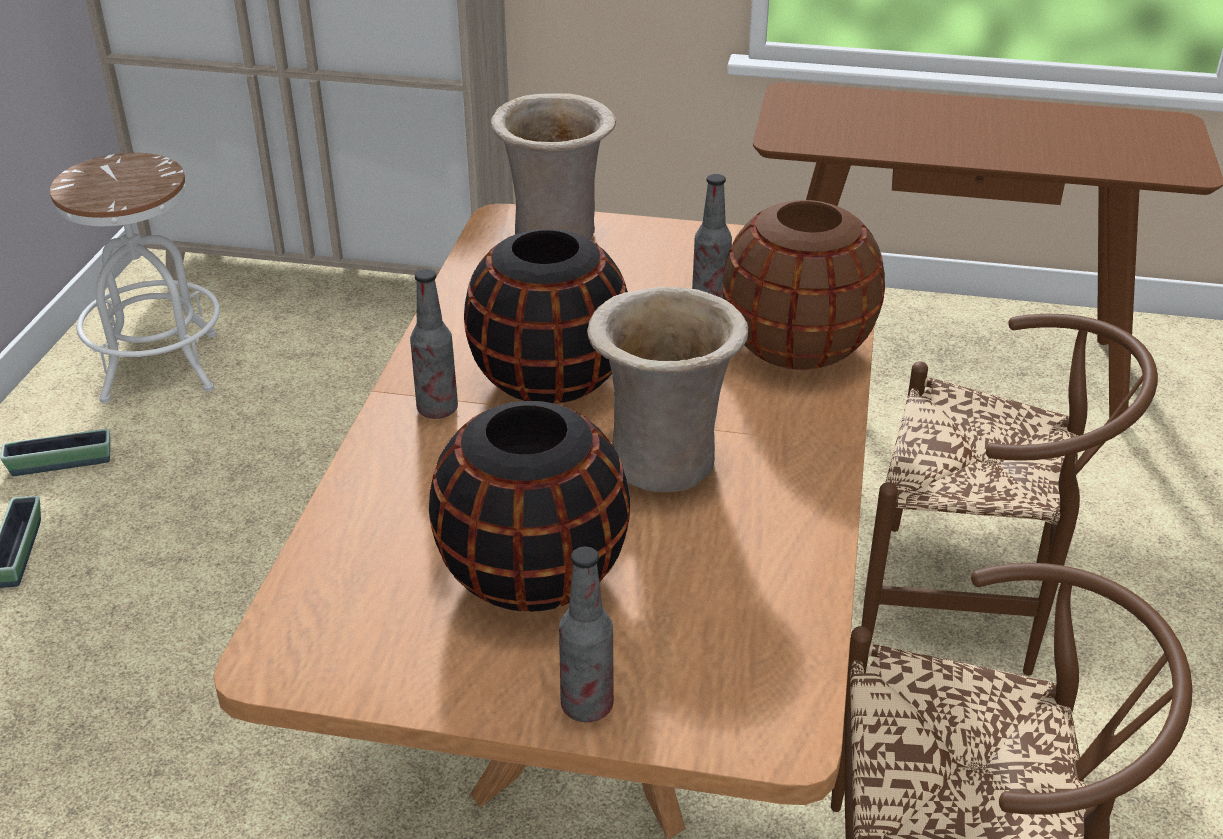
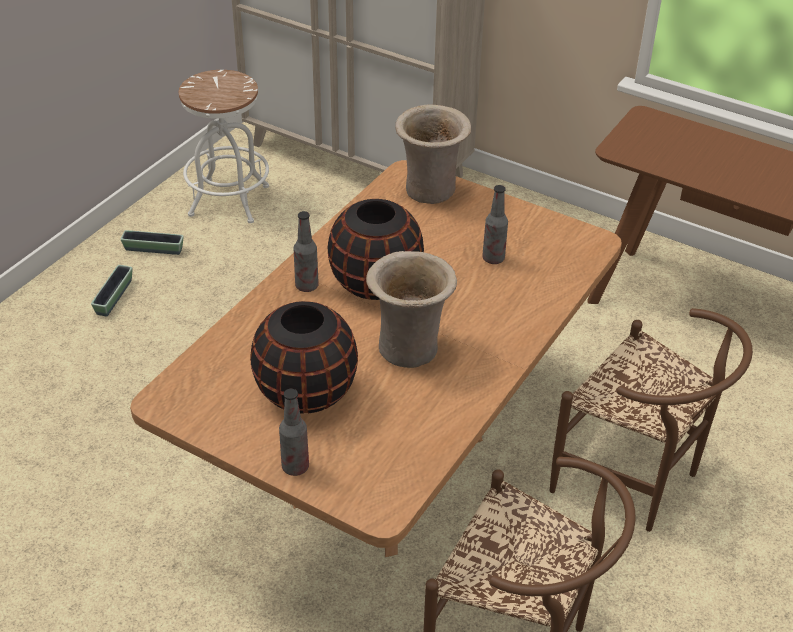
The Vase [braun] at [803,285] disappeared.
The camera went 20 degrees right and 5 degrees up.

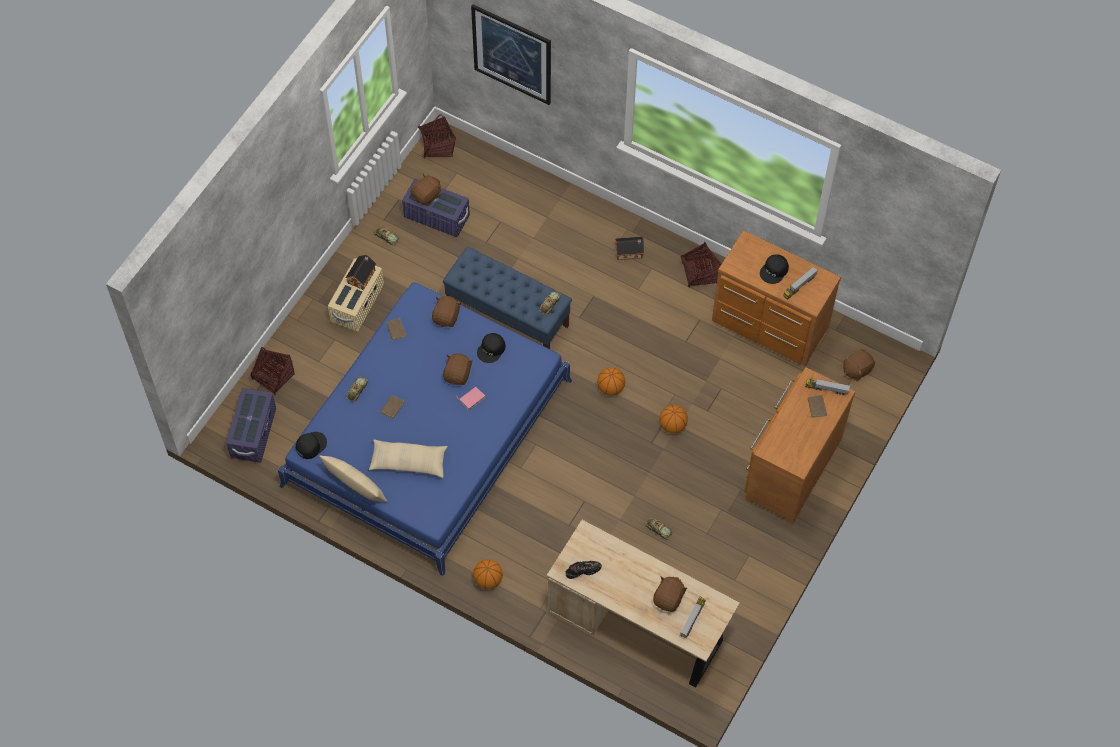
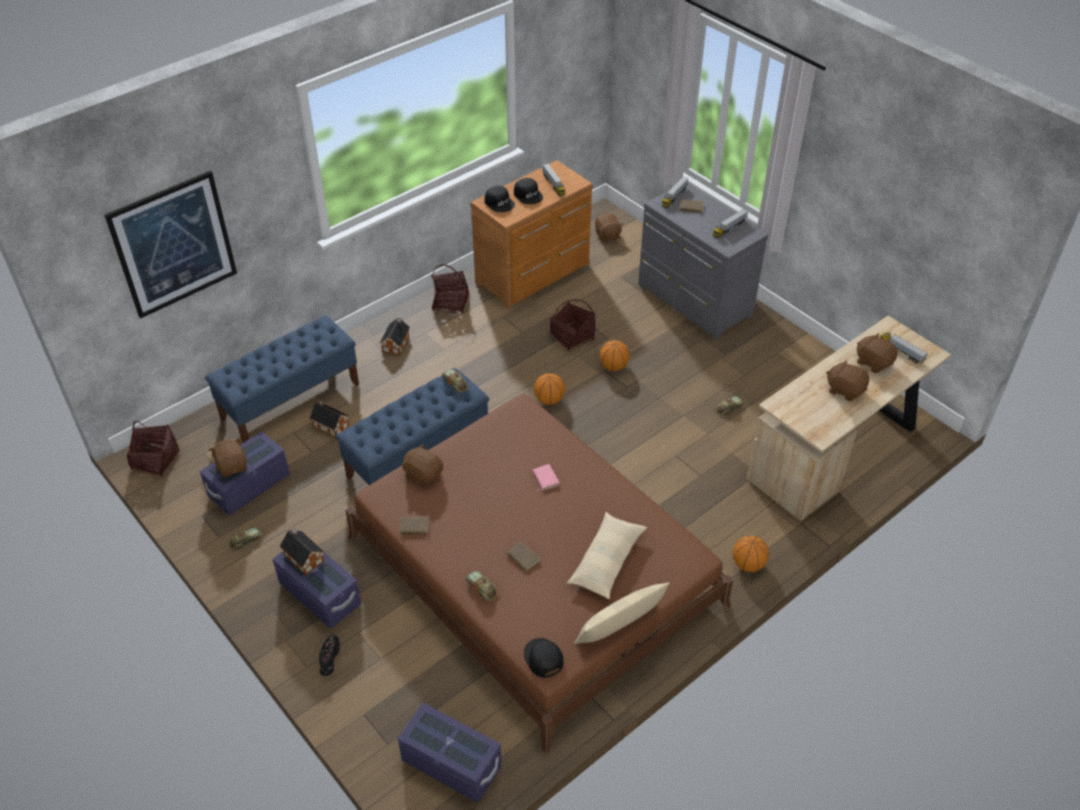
The Bank [blau] at [282,379] appeared.
The Aufbewahrungsbox [beige] at [356,295] became the Aufbewahrungsbox [lila] at [317,590].
The Spielzeughaus at [329,419] appeared.
The Schuh [schwarz] moved from [583,570] to [329,655].
The Bett [blau] at [425,429] became the Bett [braun] at [540,573].
The Kappe [schwarz] moved from [491,348] to [500,199].
The Korb moved from [273,371] to [572,325].
The Kommode [braun] at [800,445] became the Kommode [grau] at [703,262].
The Spielzeuglaster at [730,223] appeared.
The Plüschtier [braun] moved from [458,369] to [847,380].
The camera went 70 degrees left and 15 degrees down.

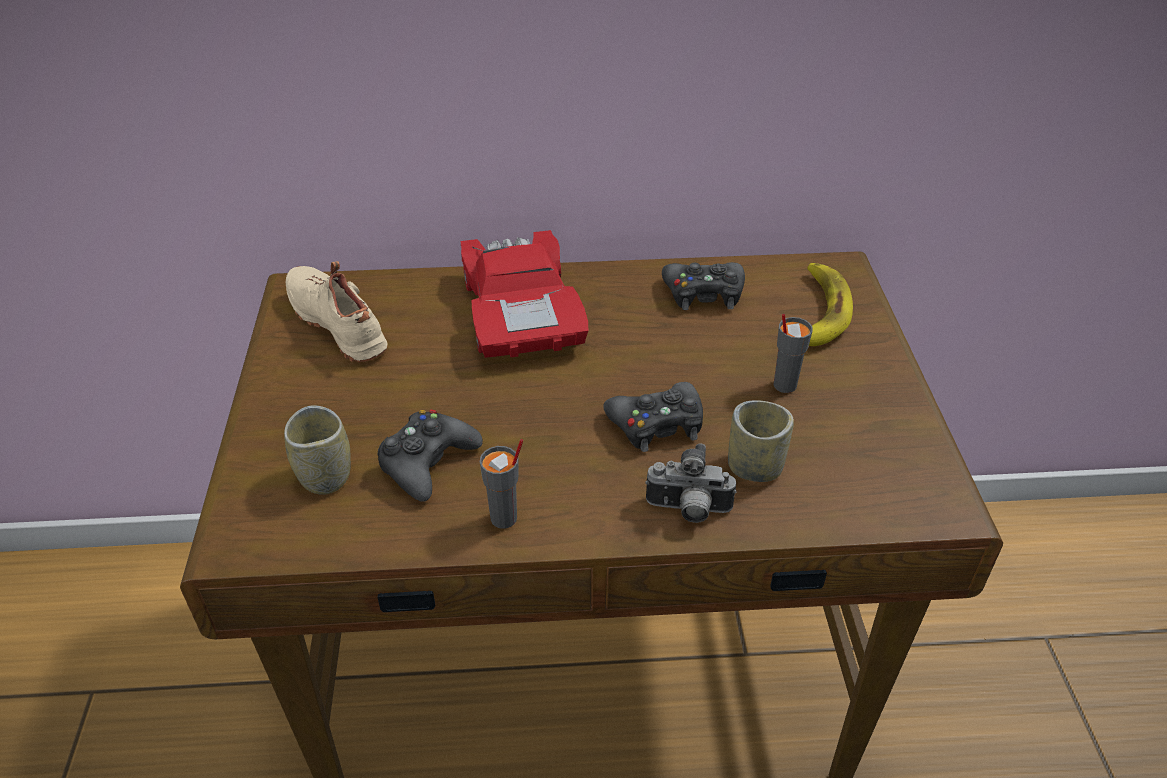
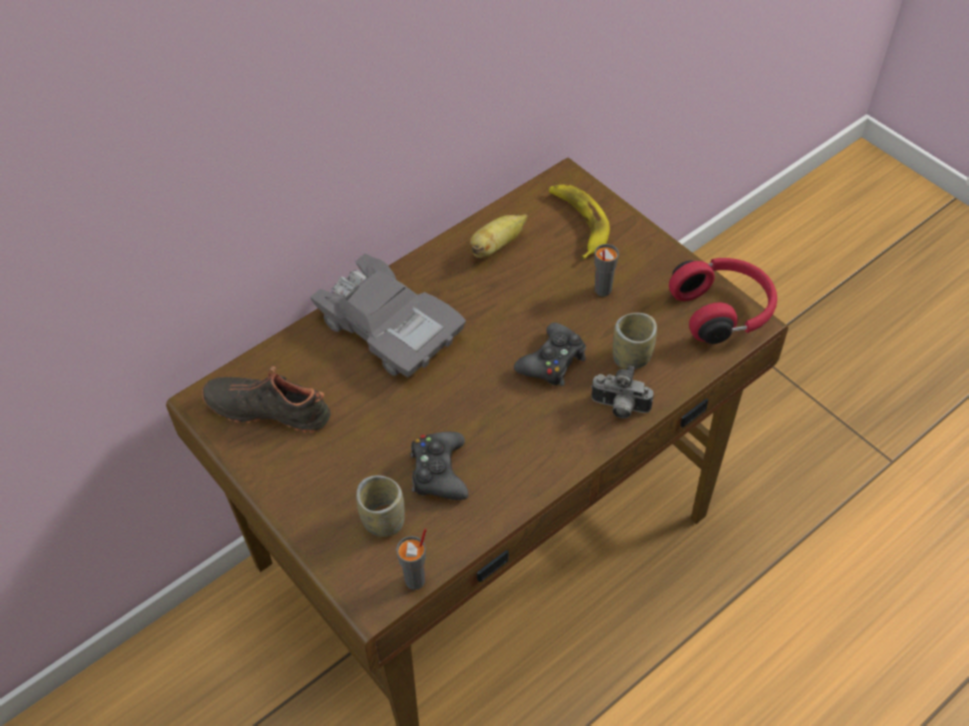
The Schuh [beige] at [336,311] became the Schuh [schwarz] at [266,399].
The Spielzeugauto [rot] at [524,294] became the Spielzeugauto [grau] at [388,315].
The Tasse [grau] moved from [501,484] to [411,559].
The Gamepad [schwarz] at [703,286] was replaced by the Banane at [499,236].
The Kamera at [691,483] turned 45 degrees clockwise.
The Kopfhörer [rot] at [723,301] appeared.
The camera went 35 degrees left and 10 degrees up.

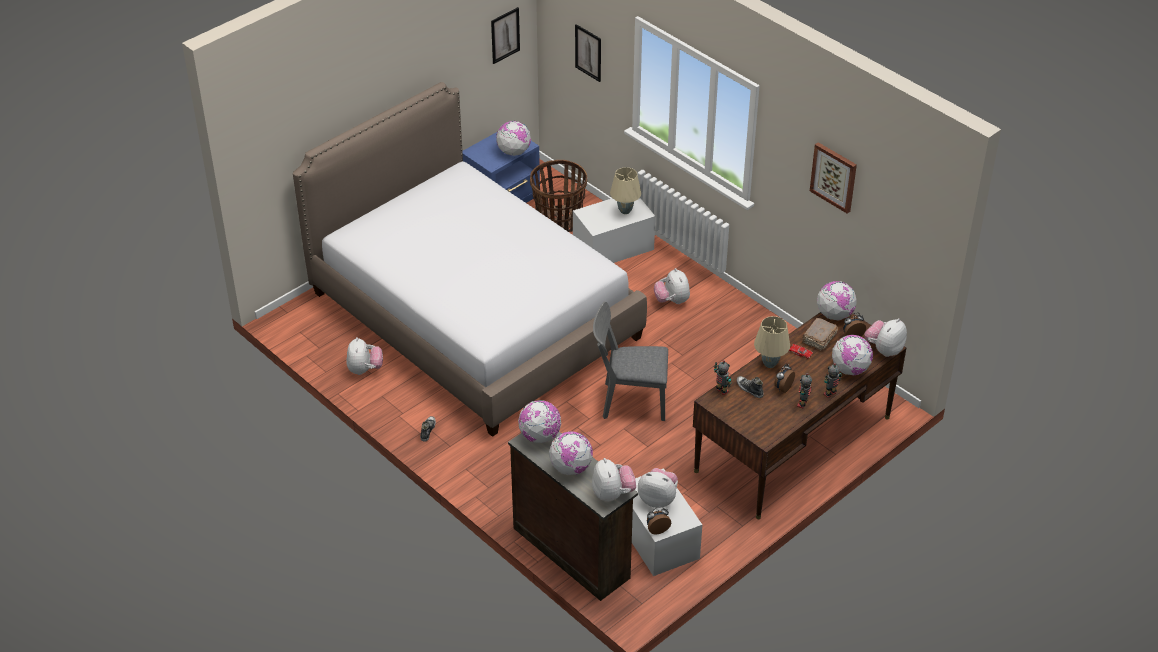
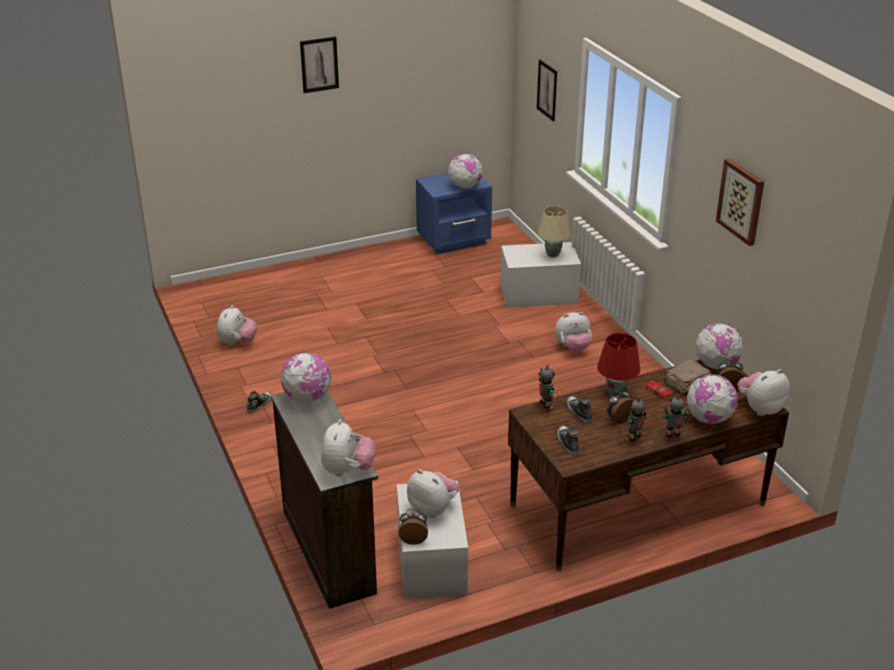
The Bild moved from [505,35] to [319,65].
The Plüschtier at [672,286] turned 105 degrees counterclockwise.
The Schuh at [568,440] appeared.
The Tischlampe [beige] at [772,342] became the Tischlampe [rot] at [618,365].
The Bett at [470,259] disappeared.
The Korb at [558,196] disappeared.
The Globus at [571,453] disappeared.
The Stuhl [grau] at [630,361] disappeared.
The camera went 20 degrees right and 10 degrees down.

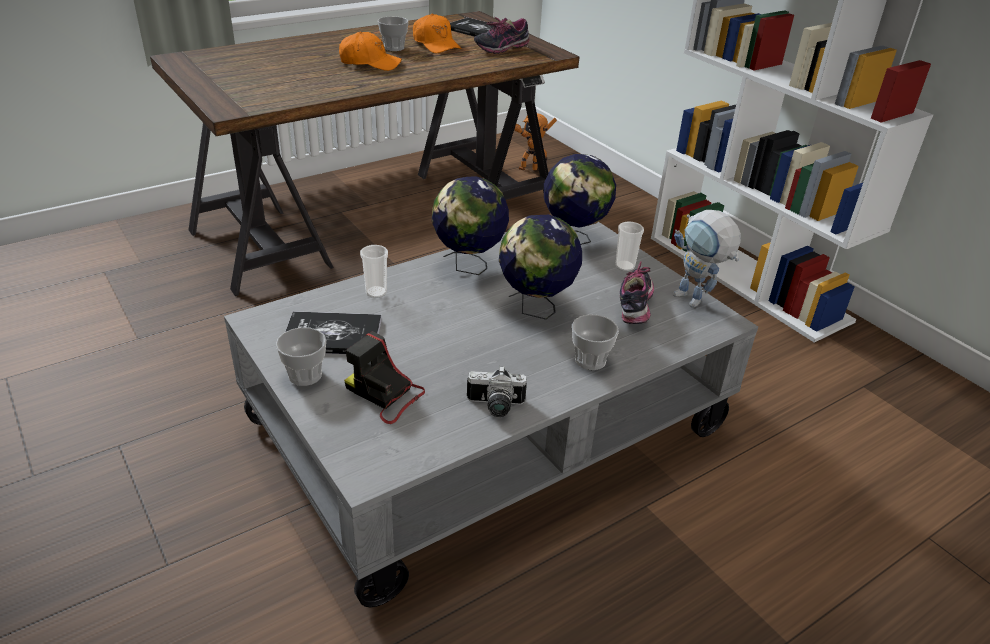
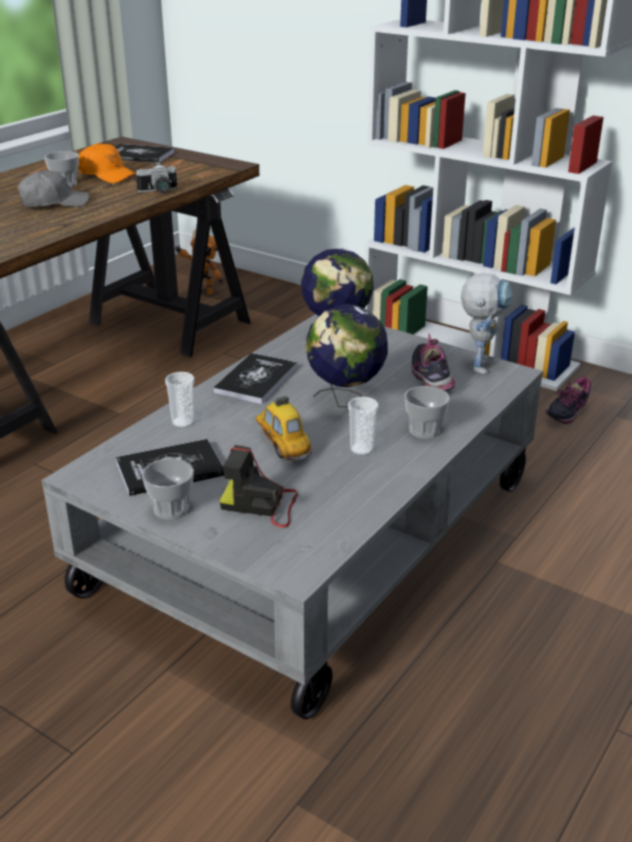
The Kappe [orange] at [370,51] became the Kappe [grau] at [53,188].
The Kamera moved from [497,391] to [156,177].
The Globus at [470,225] was replaced by the Buch at [255,378].
The Spielzeugauto at [283,429] appeared.
The Tasse moved from [629,246] to [363,426].
The Spielzeugroboter at [707,259] turned 105 degrees counterclockwise.
The Schuh moved from [501,35] to [568,400].
The camera went 20 degrees left and 5 degrees down.

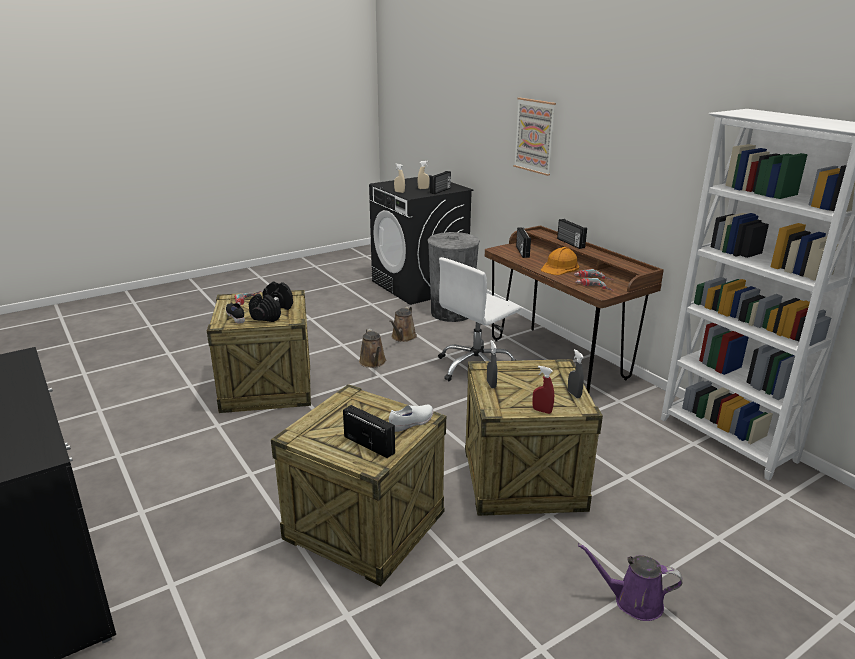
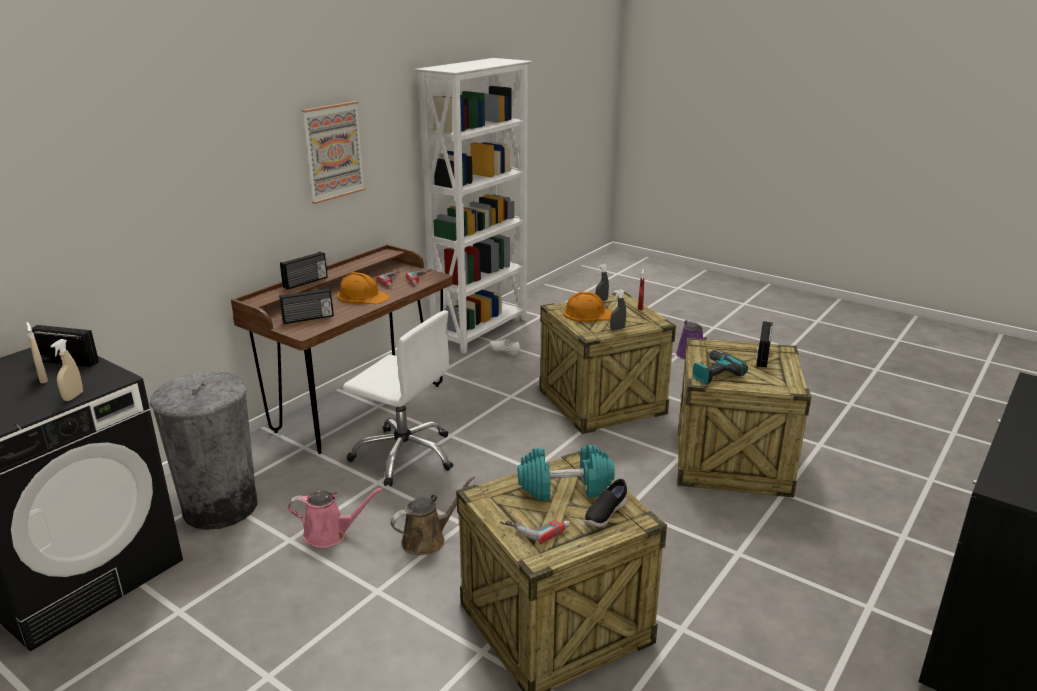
The Gießkanne [braun] at [403,324] became the Gießkanne [rosa] at [335,518].
The Bild moved from [534,137] to [334,152].
The Schuh [weiß] moved from [411,418] to [504,347].
The Hantel [schwarz] at [271,301] became the Hantel [türkis] at [566,472].
The Schutzhelm [orange] at [587,307] appeared.
The Bohrmaschine at [720,367] appeared.
The camera went 110 degrees left and 0 degrees up.

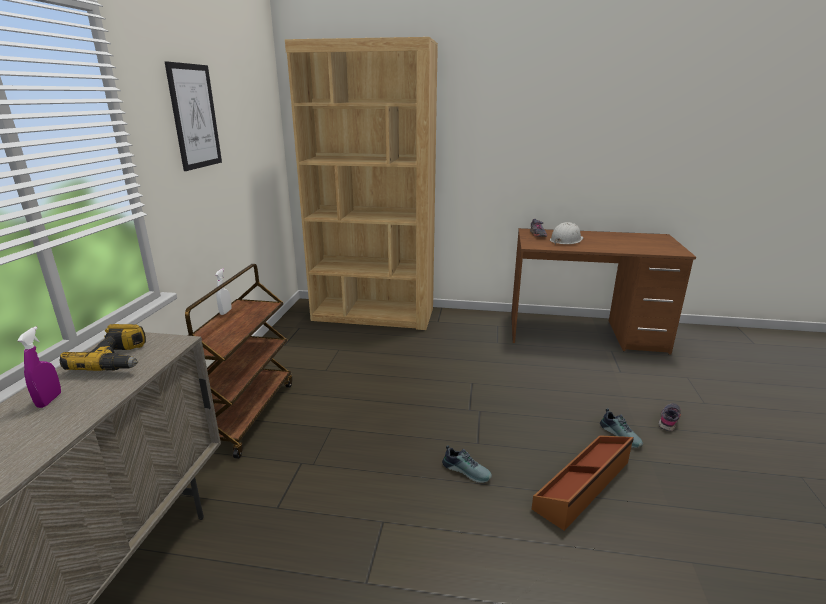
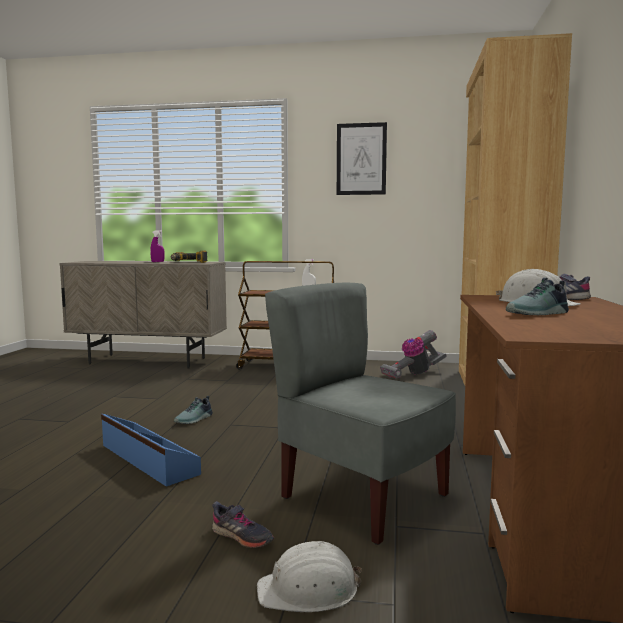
The Aufbewahrungsbox [braun] at [583,483] became the Aufbewahrungsbox [blau] at [151,450].
The Schutzhelm [weiß] at [309,576] appeared.
The Stuhl [grau] at [360,414] appeared.
The Staubsauger at [413,354] appeared.
The Schuh moved from [621,428] to [537,296].
The camera went 90 degrees right and 15 degrees down.

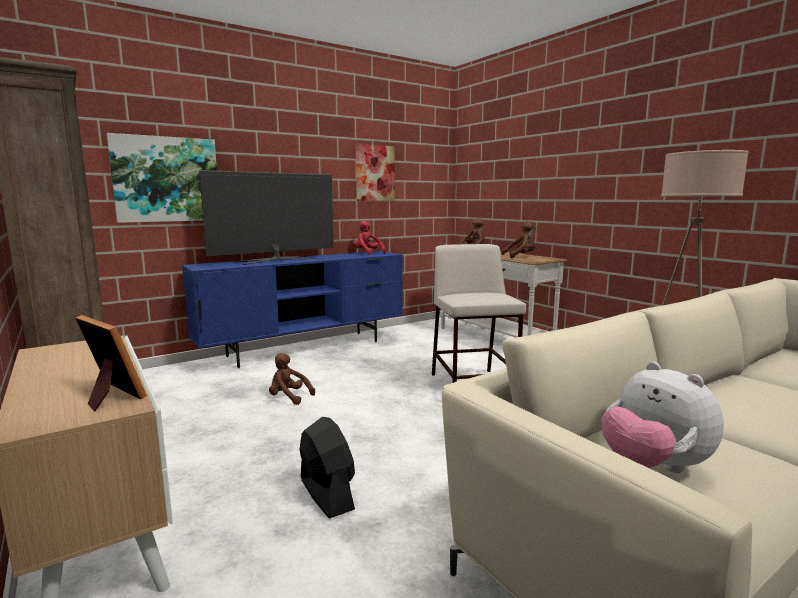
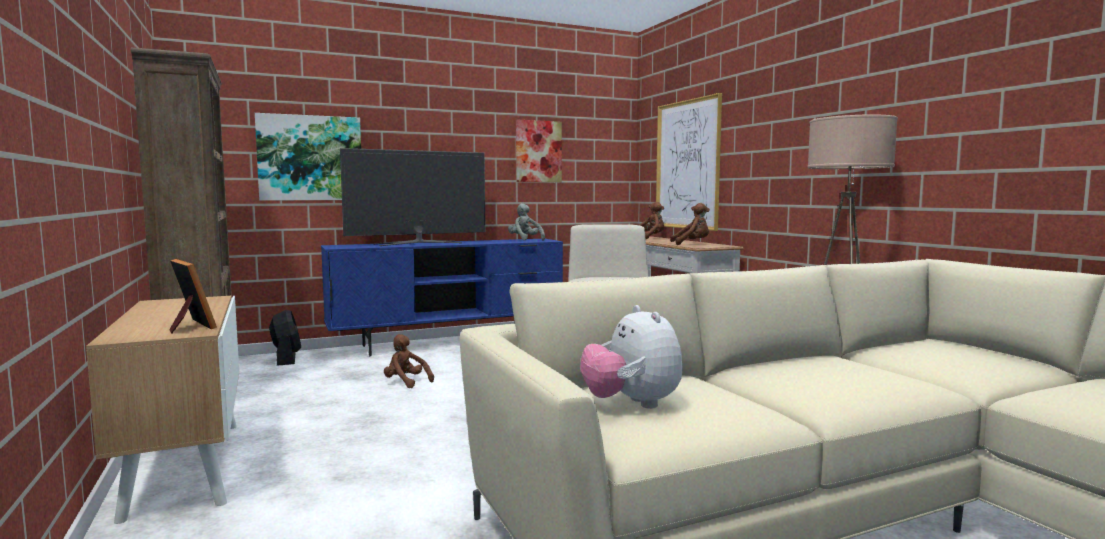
The Ventilator [schwarz] moved from [327,468] to [285,338].
The Plüschtier [rot] at [369,237] became the Plüschtier [grau] at [526,222].
The Bild at [689,162] appeared.
The camera went 10 degrees right and 5 degrees down.

